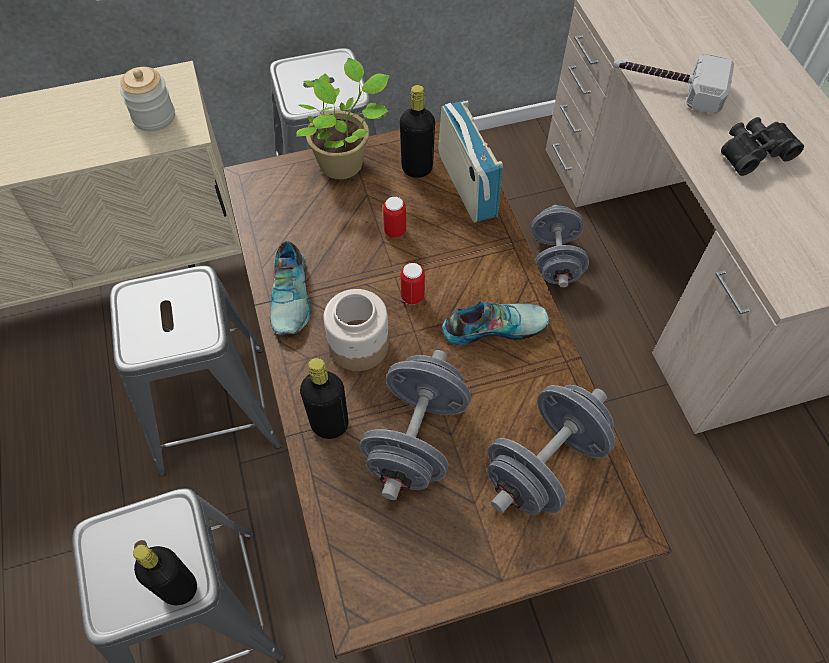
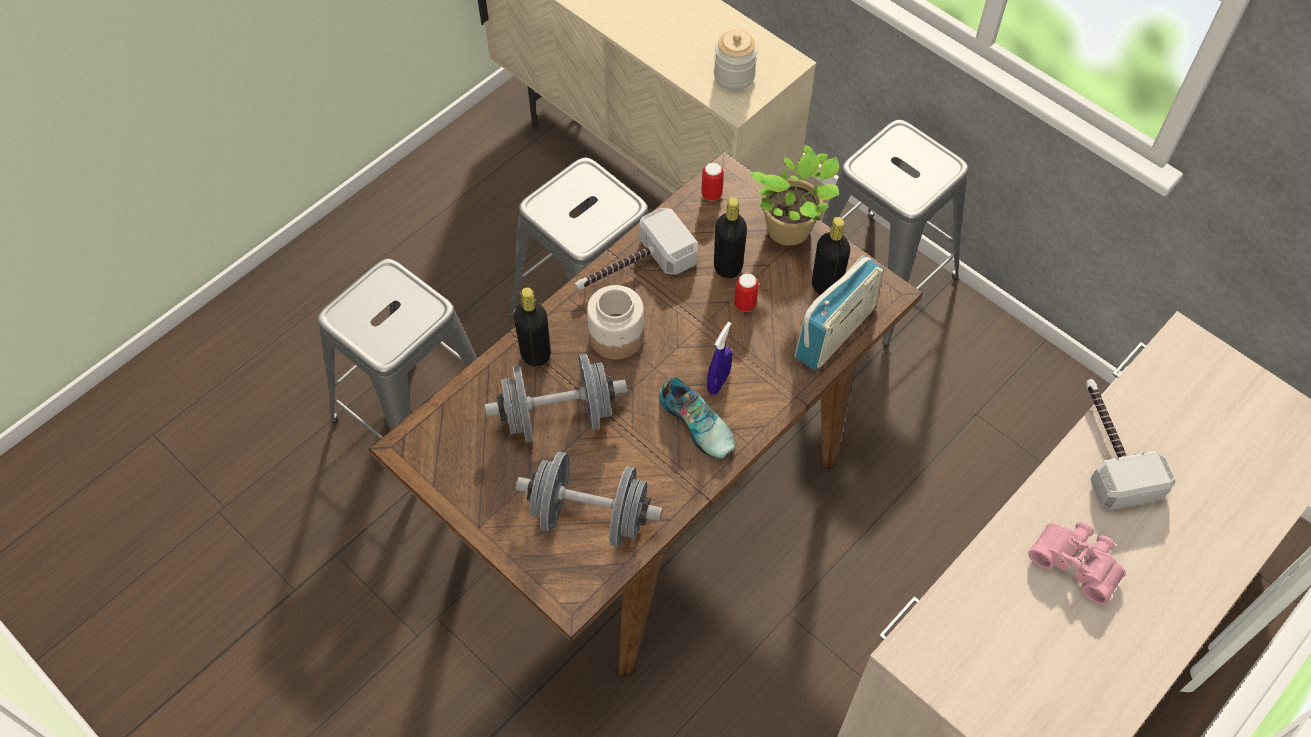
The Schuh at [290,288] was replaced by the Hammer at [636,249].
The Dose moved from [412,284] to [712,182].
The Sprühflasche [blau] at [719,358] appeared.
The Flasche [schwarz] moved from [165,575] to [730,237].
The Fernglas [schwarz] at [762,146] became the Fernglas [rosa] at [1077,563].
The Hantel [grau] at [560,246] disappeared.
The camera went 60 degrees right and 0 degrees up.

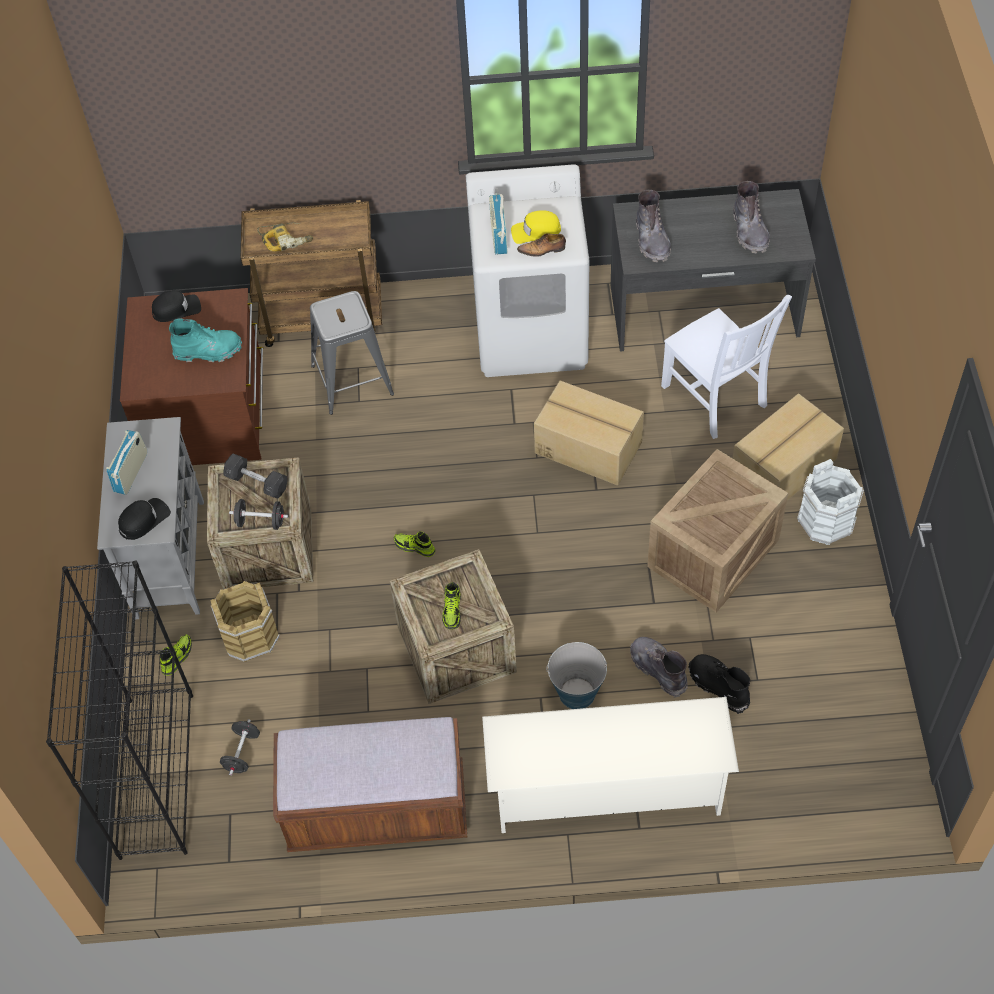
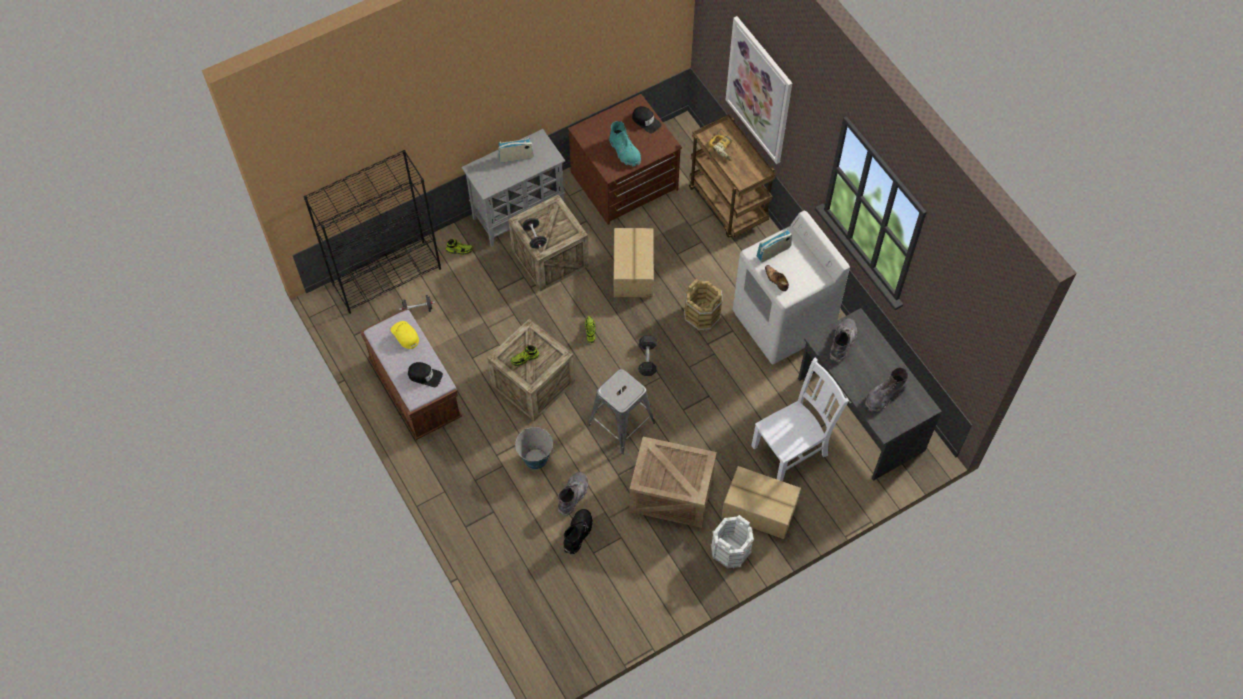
The Kappe [gelb] moved from [536,227] to [404,335].
The Kappe [schwarz] moved from [144,519] to [425,374].
The Hocker [grau] moved from [352,353] to [621,411].
The Karton moved from [589,432] to [634,263].
The Hantel [grau] moved from [255,476] to [648,356].
The Eimer [braun] moved from [245,621] to [703,305].
The Bild at [759,90] appeared.
The Stuhl [weiß] at [726,367] turned 150 degrees counterclockwise.
The Stiefel [grau] at [653,226] turned 150 degrees clockwise.
The Schuhregal [weiß] at [610,765] disappeared.
The camera went 60 degrees right and 5 degrees up.

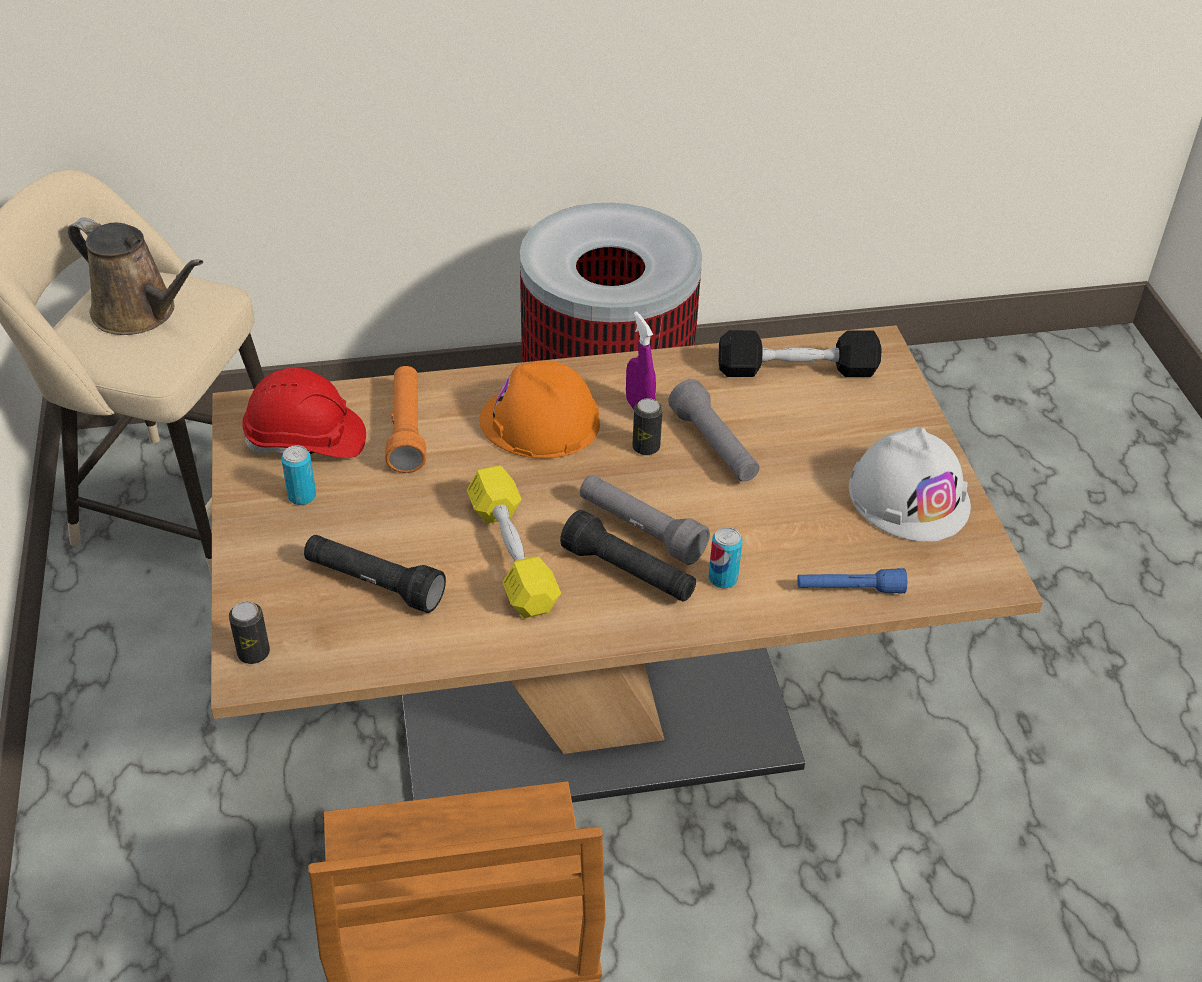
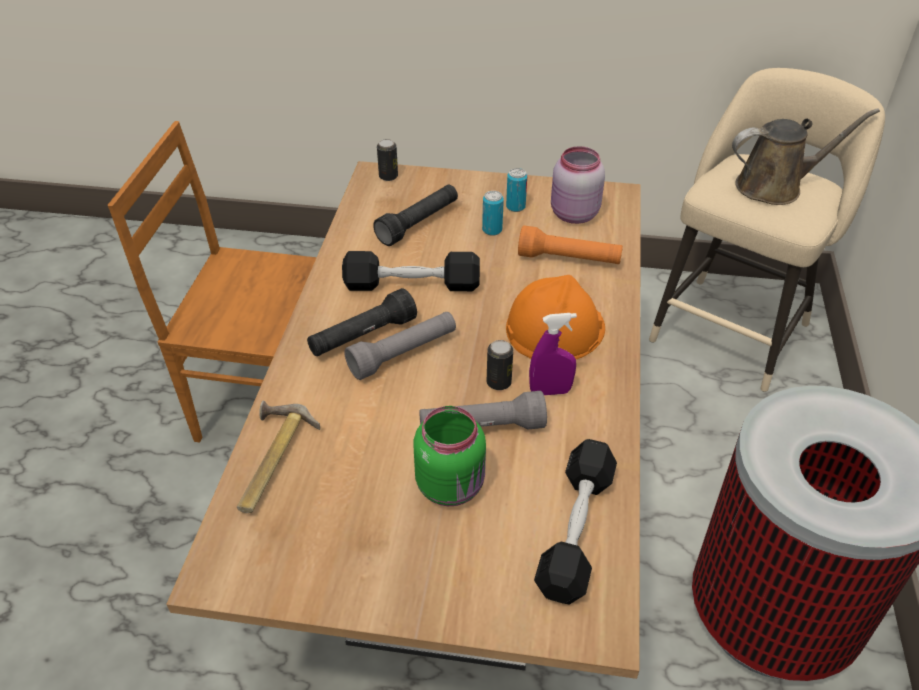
The Taschenlampe [blau] at [852,581] was replaced by the Hammer at [278,457].
The Hantel [gelb] at [514,541] became the Hantel [schwarz] at [411,271].
The Vorratsglas [grün] at [449,456] appeared.
The Dose moved from [725,557] to [493,213].
The Schutzhelm [rot] at [304,413] was replaced by the Vorratsglas [rosa] at [578,185].
The Gießkanne [braun] at [135,276] turned 150 degrees counterclockwise.
The Schutzhelm [weiß] at [910,484] disappeared.
The camera went 110 degrees right and 0 degrees up.

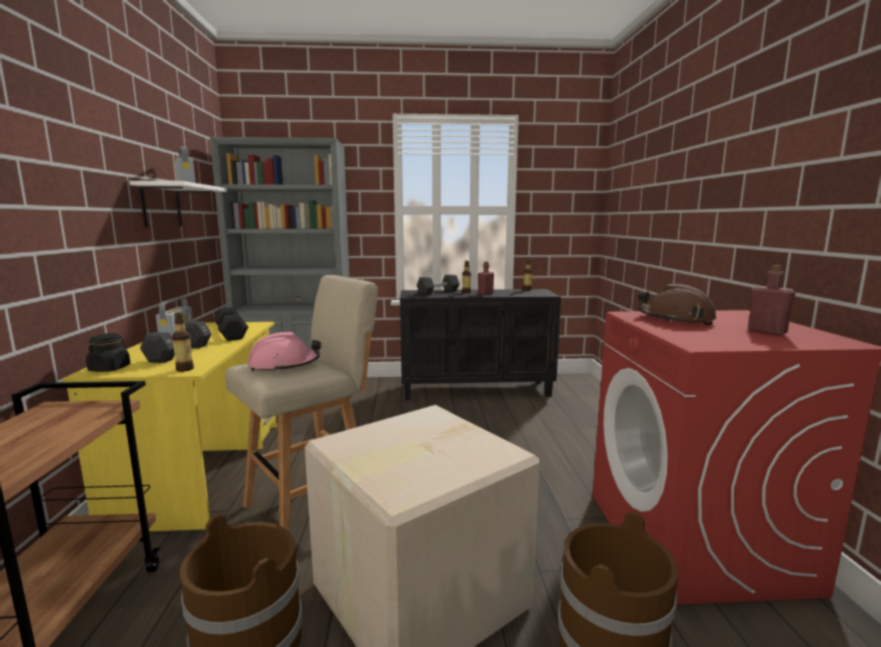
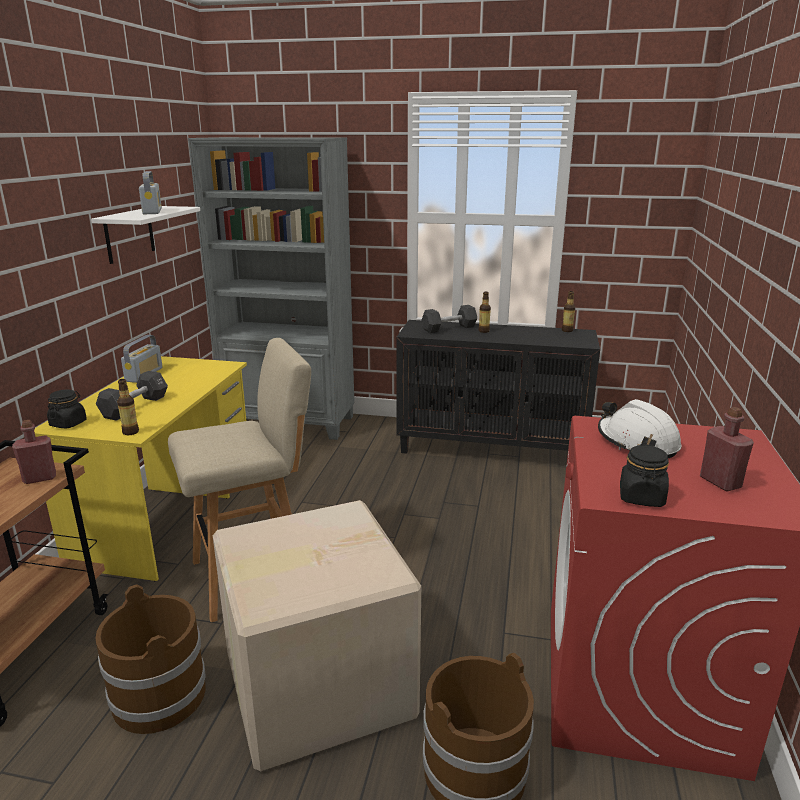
The Flasche [rot] moved from [486,278] to [34,452].
The Schutzhelm [braun] at [677,305] became the Schutzhelm [weiß] at [640,428].
The Vorratsglas [schwarz] at [644,475] appeared.
The Hantel [schwarz] at [231,324] disappeared.
The Schutzhelm [rosa] at [284,352] disappeared.
The camera went 15 degrees right and 10 degrees up.

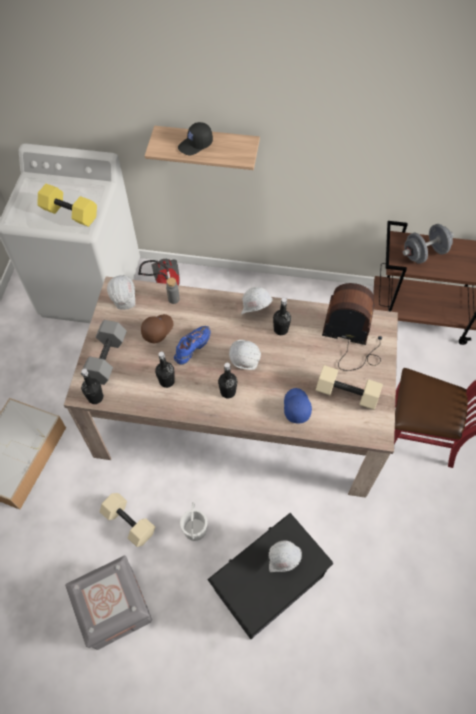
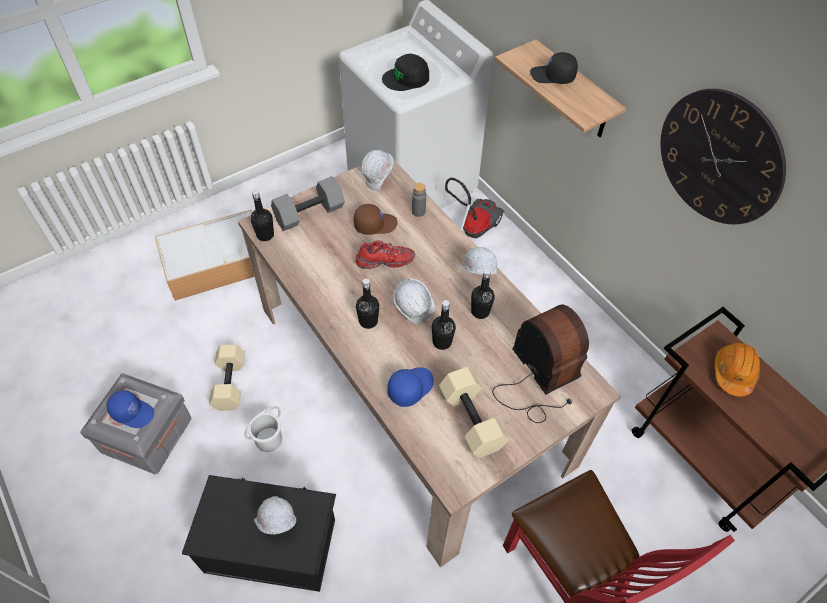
The Kappe [blau] at [130,409] appeared.
The Schuh [blau] at [192,345] became the Schuh [rot] at [385,254].
The Hantel [gelb] at [67,205] was replaced by the Kappe [schwarz] at [405,72].
The Flasche [schwarz] moved from [165,369] to [444,325].
The Wanduhr at [723,156] appeared.
The Hantel [grau] at [428,244] was replaced by the Schutzhelm [orange] at [737,370].
The camera went 45 degrees right and 5 degrees down.

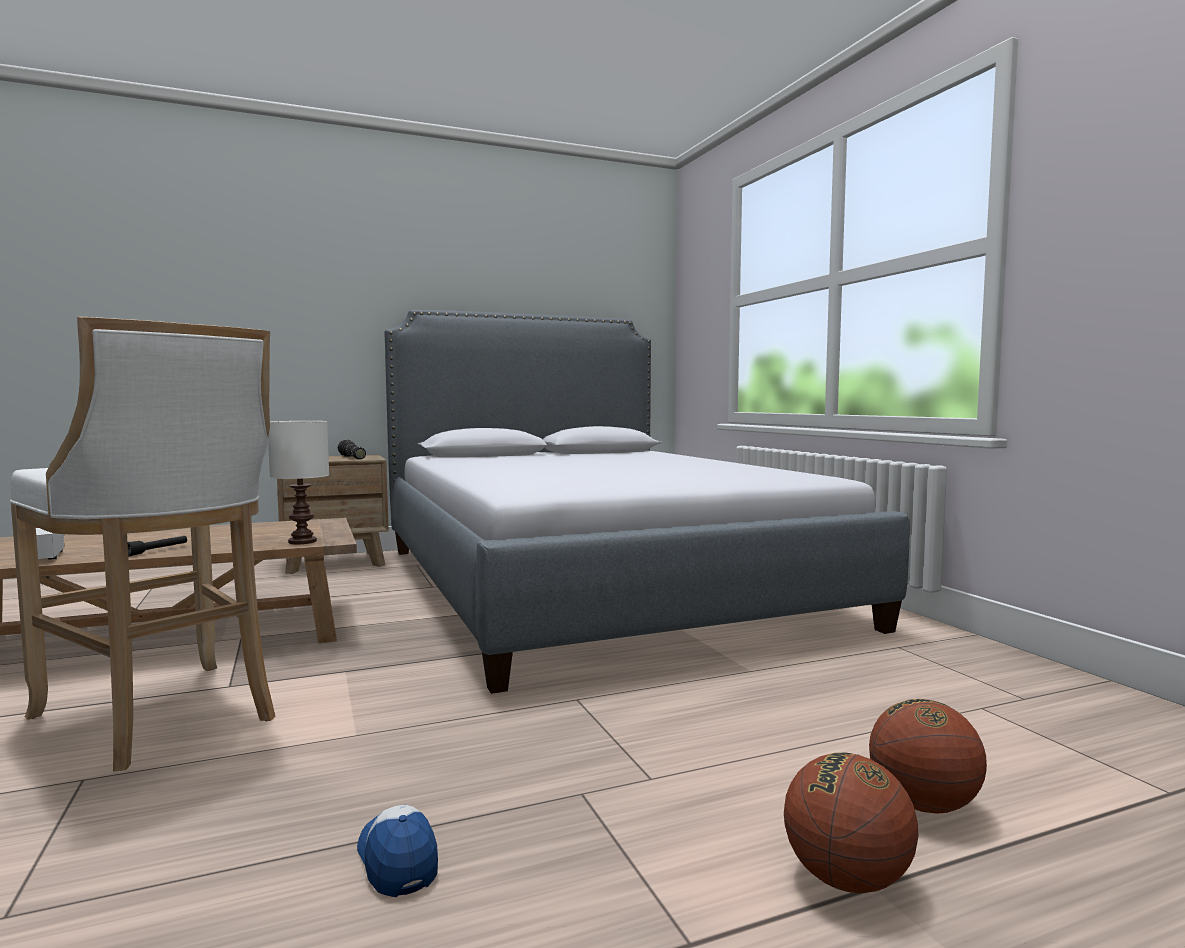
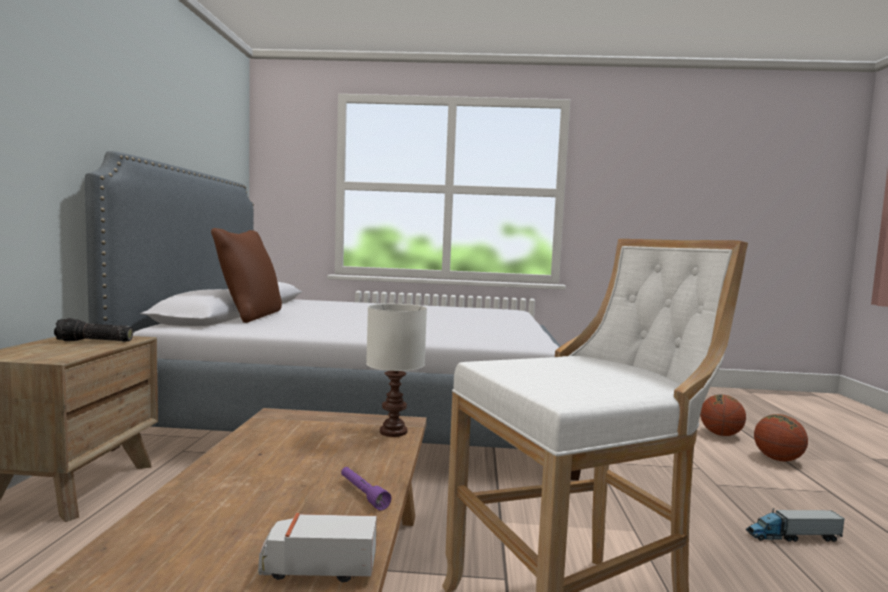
The Kissen [braun] at [246,275] appeared.
The Taschenlampe [schwarz] at [157,546] became the Taschenlampe [lila] at [366,489].
The Kappe at [397,851] was replaced by the Spielzeuglaster at [795,525].
The camera went 65 degrees left and 0 degrees up.

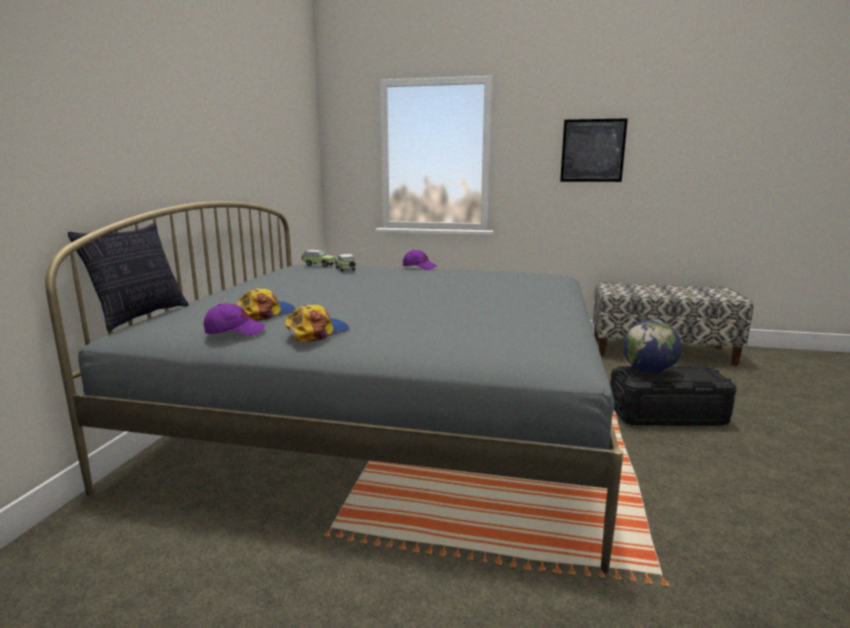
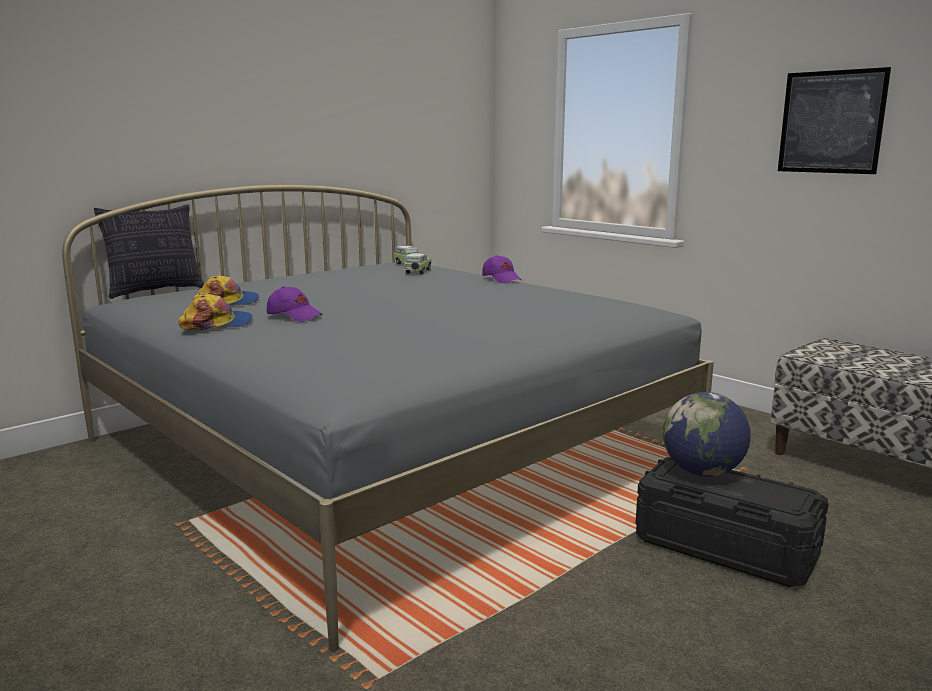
The Kappe [lila] moved from [234,319] to [295,304].
The camera went 35 degrees right and 0 degrees up.

